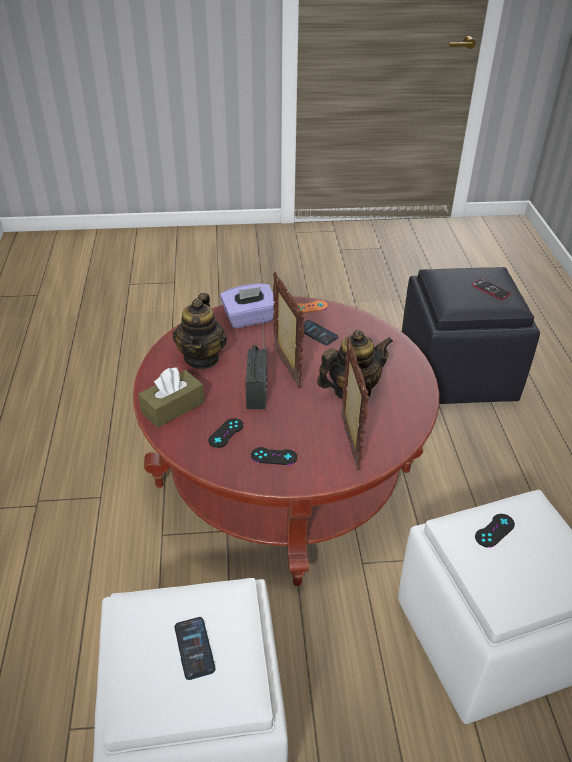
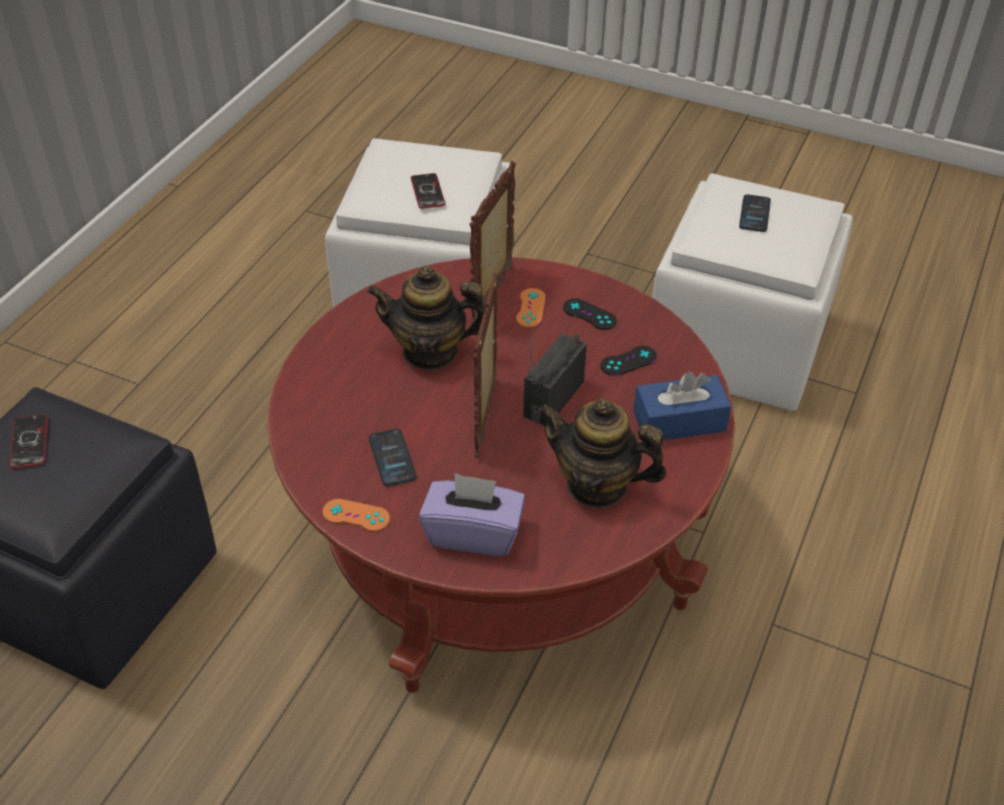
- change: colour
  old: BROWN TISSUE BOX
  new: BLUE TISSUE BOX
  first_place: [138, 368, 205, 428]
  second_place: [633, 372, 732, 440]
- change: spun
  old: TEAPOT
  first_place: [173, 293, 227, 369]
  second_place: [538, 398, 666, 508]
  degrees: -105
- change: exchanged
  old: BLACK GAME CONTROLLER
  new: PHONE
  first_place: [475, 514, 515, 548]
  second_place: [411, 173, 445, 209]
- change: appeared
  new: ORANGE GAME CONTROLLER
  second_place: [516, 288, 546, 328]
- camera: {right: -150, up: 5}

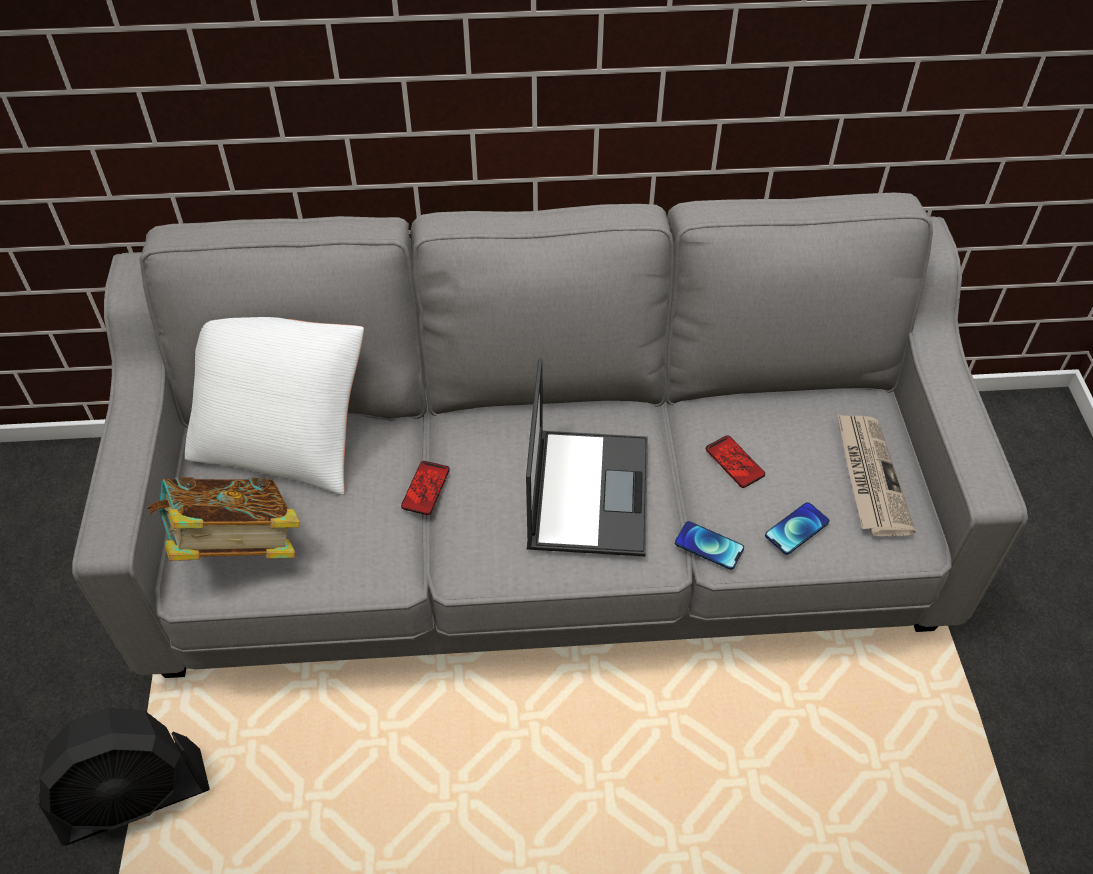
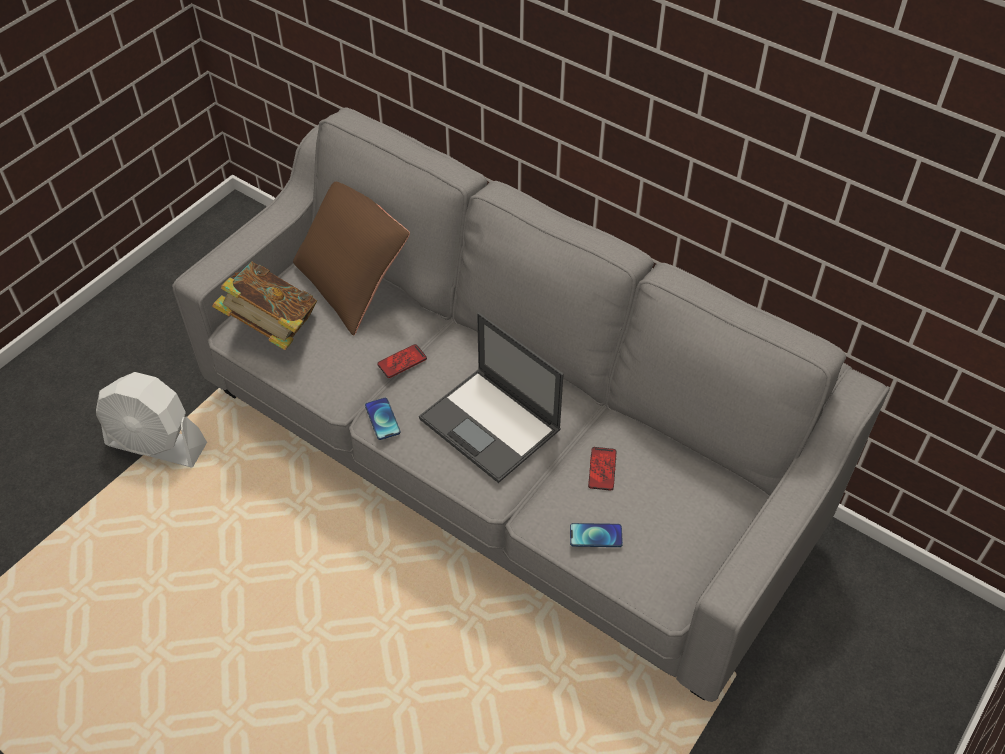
- change: colour
  old: BLACK FAN
  new: WHITE FAN
  first_place: [37, 708, 210, 845]
  second_place: [96, 372, 207, 468]
- change: colour
  old: WHITE PILLOW
  new: BROWN PILLOW
  first_place: [185, 317, 364, 495]
  second_place: [293, 182, 410, 336]
- change: spun
  old: LAPTOP
  first_place: [526, 357, 648, 556]
  second_place: [419, 312, 564, 483]
  degrees: 90
- change: relocated
  old: PHONE
  first_place: [675, 521, 744, 570]
  second_place: [365, 398, 401, 440]
- change: missing
  old: NEWSPAPER
  first_place: [837, 414, 916, 537]
- camera: {right: 40, up: 0}

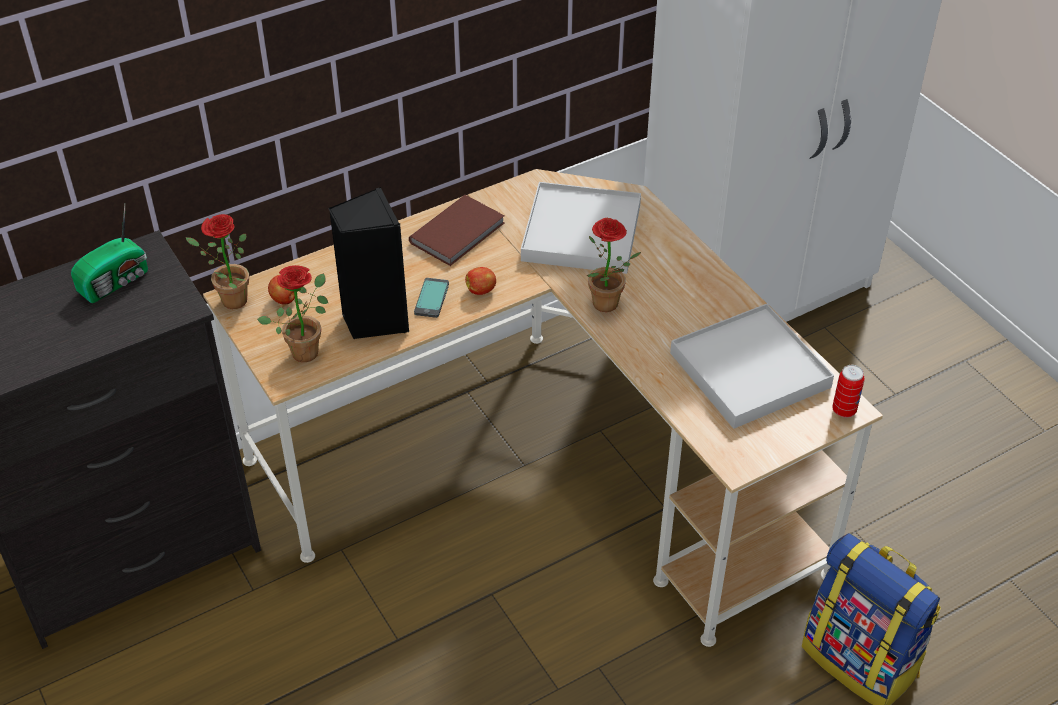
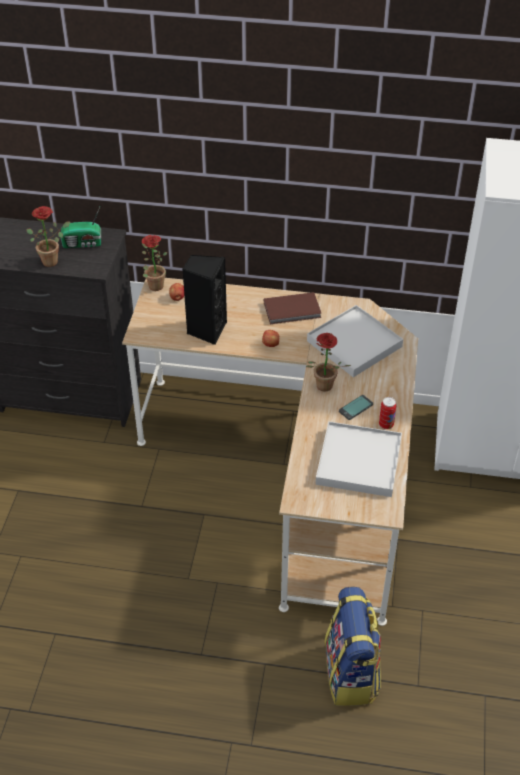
- change: relocated
  old: POTTED PLANT
  first_place: [257, 265, 328, 362]
  second_place: [27, 206, 70, 267]
- change: relocated
  old: PHONE
  first_place: [414, 278, 449, 318]
  second_place: [339, 395, 373, 420]
- change: relocated
  old: CAN
  first_place: [832, 365, 865, 418]
  second_place: [379, 397, 396, 429]
- camera: {right: 40, up: 0}

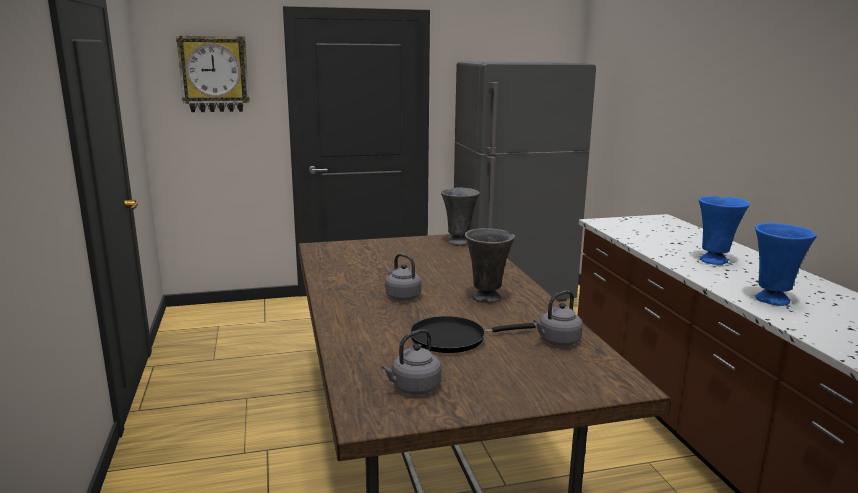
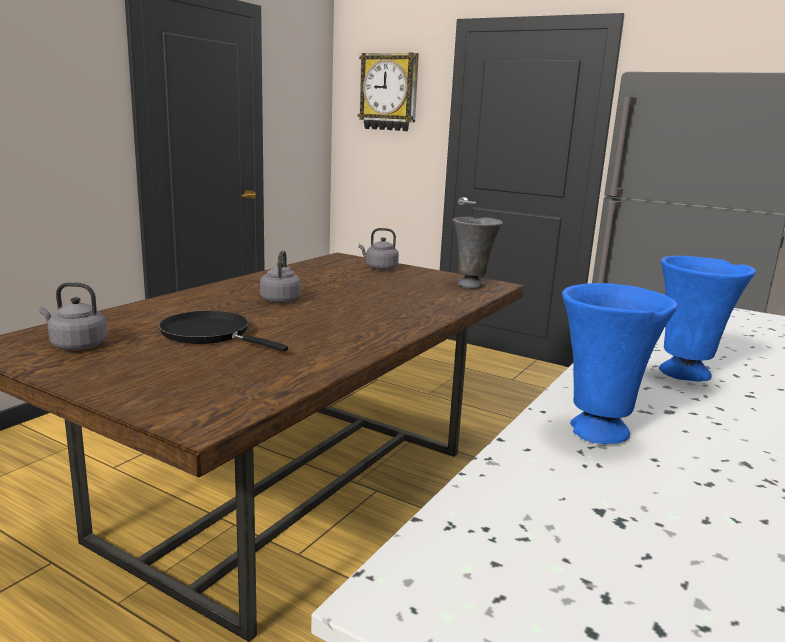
- change: missing
  old: GREY VASE
  first_place: [465, 228, 515, 303]
- change: relocated
  old: GREY KETTLE
  first_place: [533, 291, 583, 346]
  second_place: [359, 228, 399, 270]
- camera: {right: 45, up: 0}

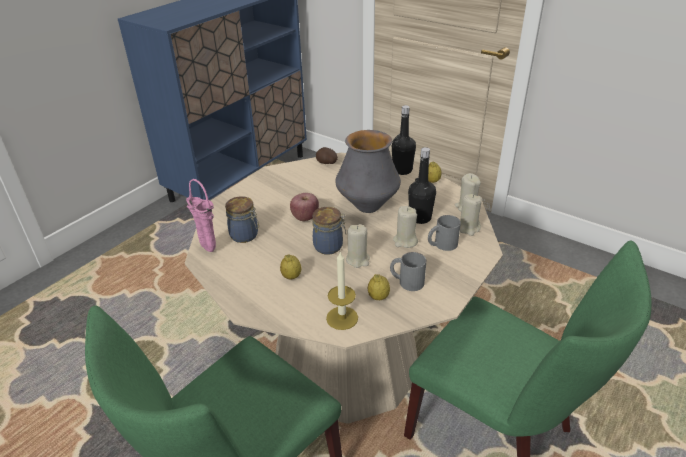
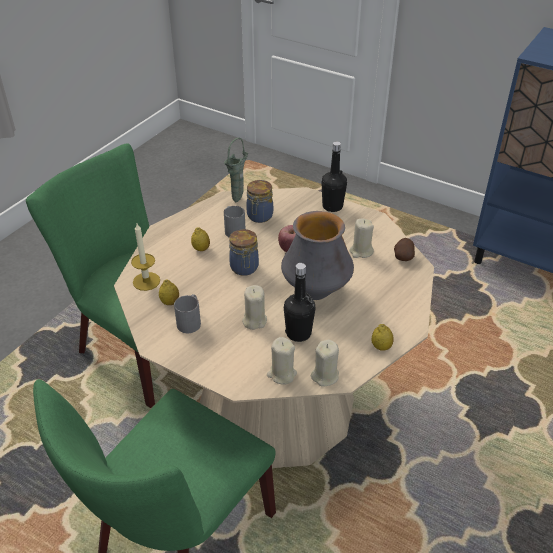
- change: colour
  old: PINK VASE
  new: GREEN VASE
  first_place: [186, 179, 216, 252]
  second_place: [224, 138, 248, 202]
- change: relocated
  old: BEIGE CANDLE
  first_place: [346, 224, 370, 268]
  second_place: [349, 218, 374, 258]
- change: relocated
  old: BLACK BOTTLE
  first_place: [392, 105, 416, 175]
  second_place: [321, 141, 347, 212]
- change: relocated
  old: GREY MUG
  first_place: [428, 215, 461, 251]
  second_place: [224, 206, 245, 238]
- camera: {right: 85, up: 5}

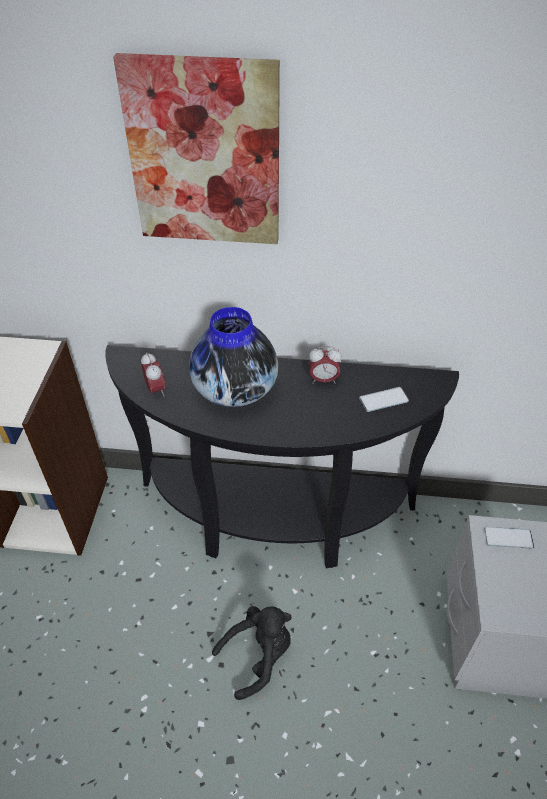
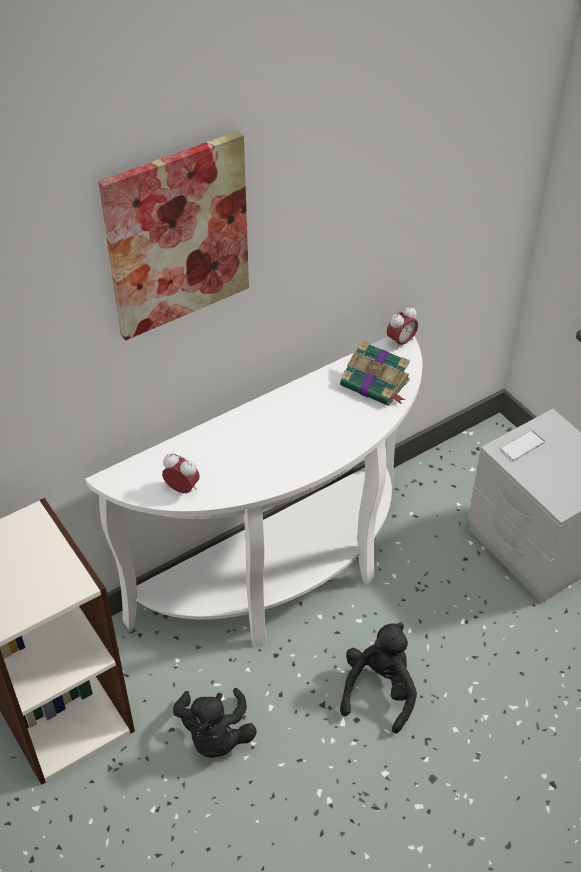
- change: colour
  old: BLACK CONSOLE TABLE
  new: WHITE CONSOLE TABLE
  first_place: [105, 345, 459, 568]
  second_place: [85, 336, 422, 646]
- change: missing
  old: VASE
  first_place: [189, 307, 278, 407]
- change: relocated
  old: ALARM CLOCK
  first_place: [309, 346, 342, 384]
  second_place: [387, 306, 418, 350]
- change: exchanged
  old: PHONE
  new: BOOK
  first_place: [359, 387, 409, 412]
  second_place: [340, 340, 410, 406]
- change: appeared
  new: BLACK PLUSH TOY
  second_place: [173, 688, 257, 758]
- camera: {right: -40, up: 0}

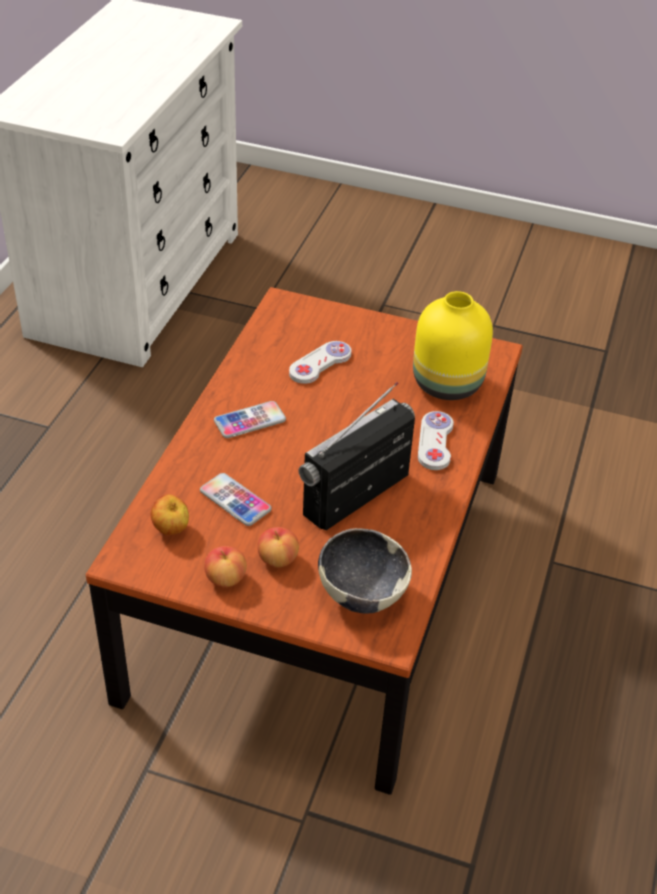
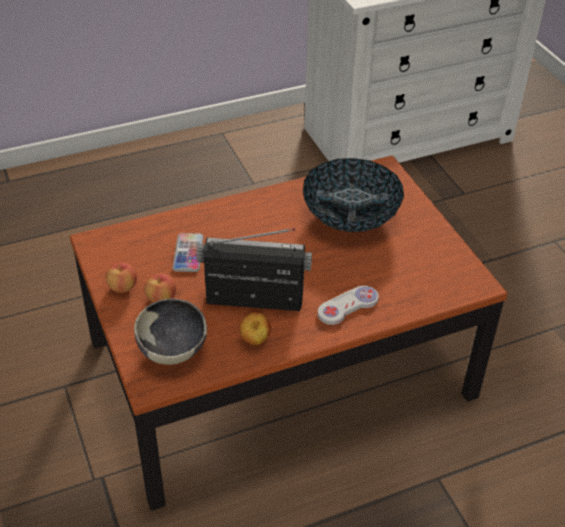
- change: relocated
  old: APPLE
  first_place: [150, 494, 189, 535]
  second_place: [239, 312, 271, 345]
- change: missing
  old: PHONE
  first_place: [214, 401, 286, 438]
- change: exchanged
  old: WHITE GAME CONTROLLER
  new: BOWL
  first_place: [289, 341, 352, 384]
  second_place: [303, 158, 404, 232]
- change: missing
  old: YELLOW VASE
  first_place: [413, 291, 493, 400]
- camera: {right: 50, up: 0}

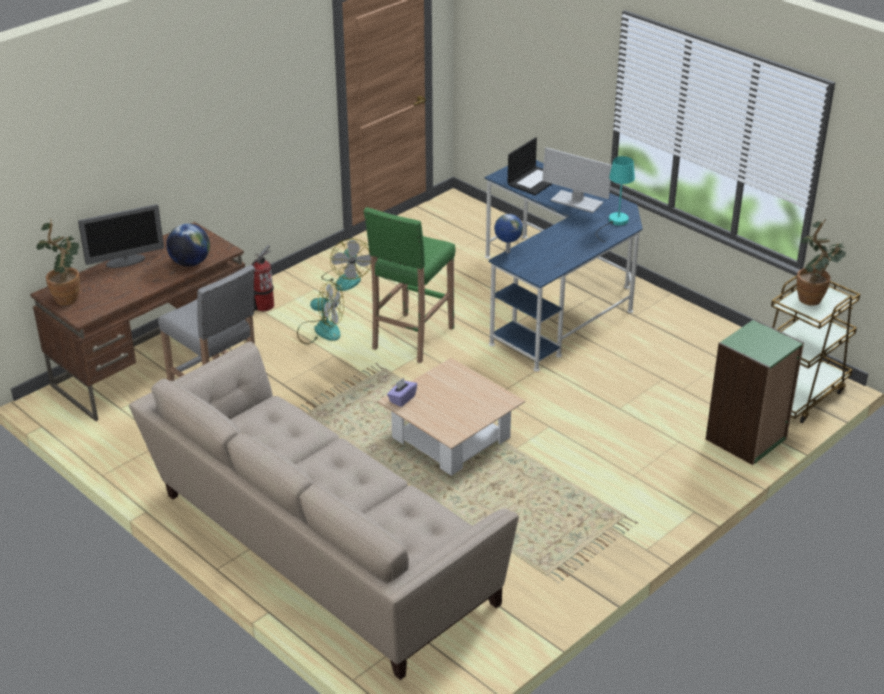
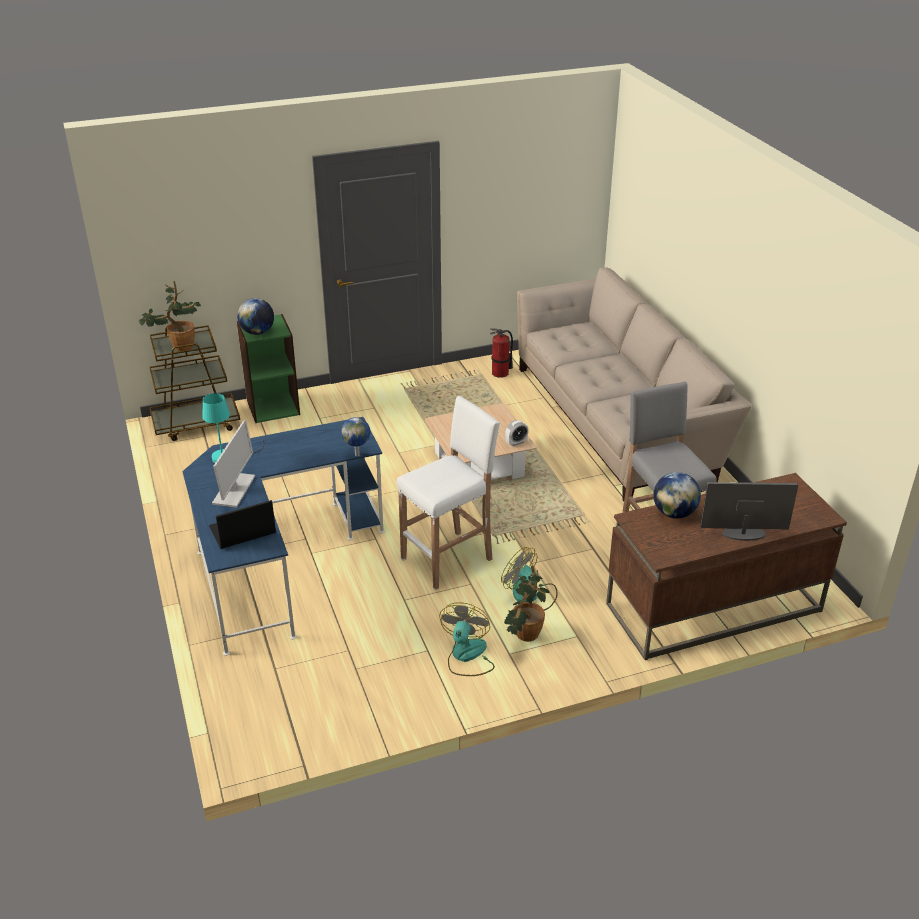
- change: relocated
  old: POTTED PLANT
  first_place: [37, 219, 80, 305]
  second_place: [504, 565, 549, 642]
- change: relocated
  old: FIRE EXTINGUISHER
  first_place: [251, 245, 274, 312]
  second_place: [490, 328, 513, 378]
- change: colour
  old: GREEN STOOL
  new: WHITE STOOL
  first_place: [364, 207, 456, 363]
  second_place: [396, 396, 500, 590]
- change: exchanged
  old: PURPLE TISSUE BOX
  new: ALARM CLOCK
  first_place: [387, 378, 417, 407]
  second_place: [505, 420, 529, 446]
- change: spun
  old: MONITOR
  first_place: [542, 147, 612, 213]
  second_place: [212, 420, 255, 508]
  degrees: 45
- change: appeared
  new: GLOBE
  second_place: [237, 298, 274, 335]
- camera: {right: -155, up: 0}

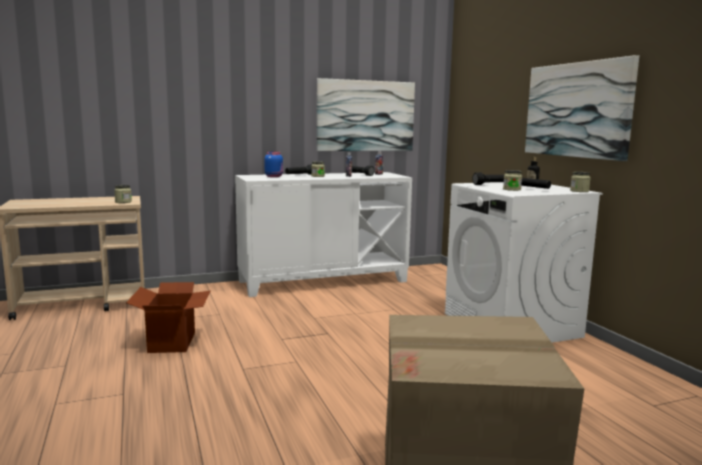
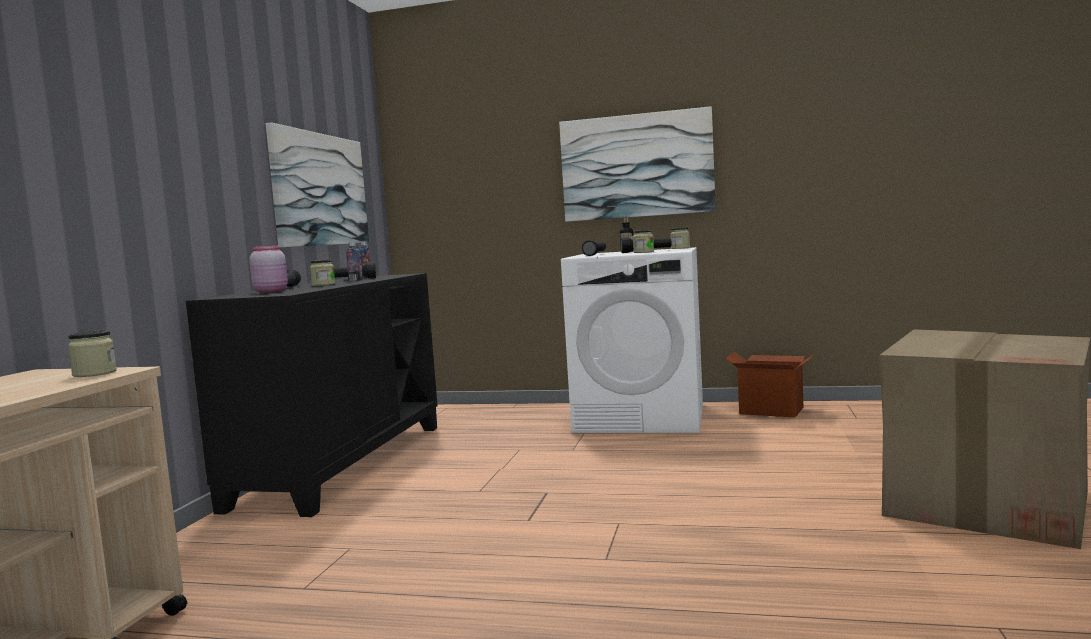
- change: relocated
  old: CARDBOARD BOX
  first_place: [126, 282, 210, 353]
  second_place: [725, 352, 814, 418]
- change: colour
  old: WHITE CABINET
  new: BLACK CABINET
  first_place: [235, 172, 412, 297]
  second_place: [186, 273, 438, 517]
- change: colour
  old: BLUE JAR
  new: PINK JAR
  first_place: [264, 152, 283, 177]
  second_place: [249, 246, 288, 293]
- camera: {right: -55, up: -5}

